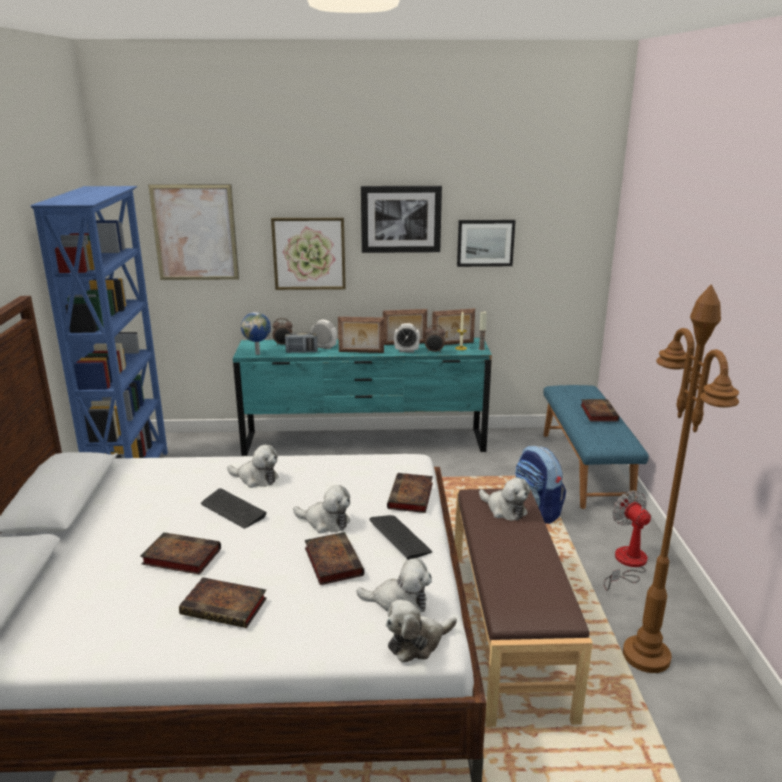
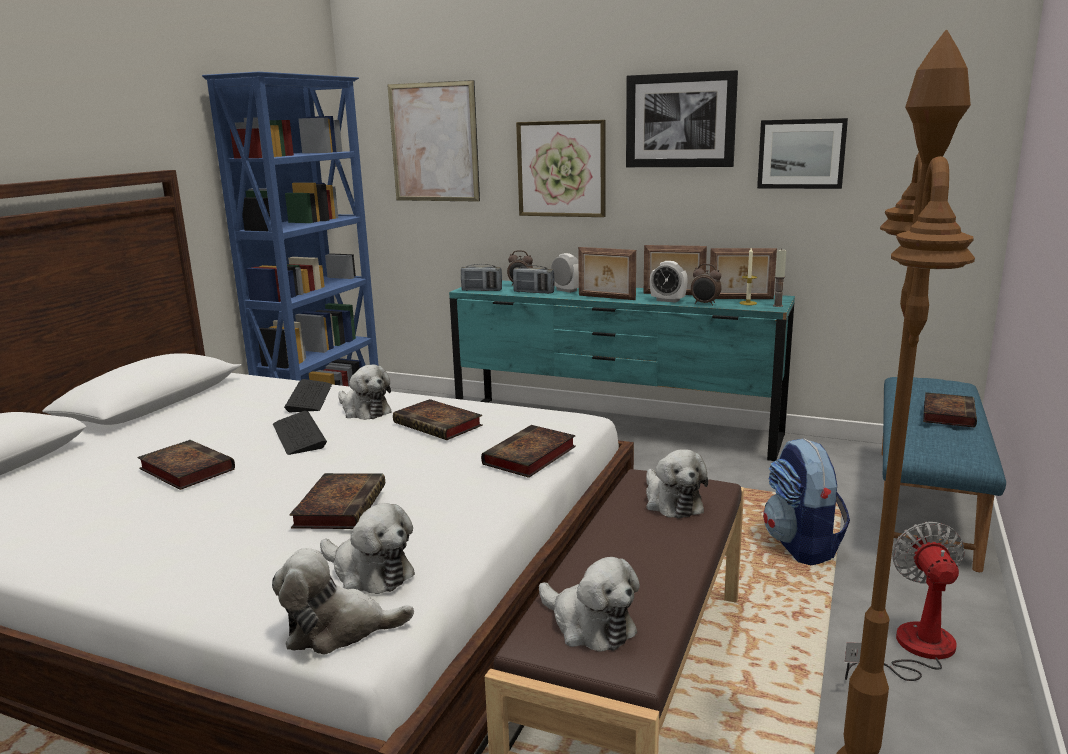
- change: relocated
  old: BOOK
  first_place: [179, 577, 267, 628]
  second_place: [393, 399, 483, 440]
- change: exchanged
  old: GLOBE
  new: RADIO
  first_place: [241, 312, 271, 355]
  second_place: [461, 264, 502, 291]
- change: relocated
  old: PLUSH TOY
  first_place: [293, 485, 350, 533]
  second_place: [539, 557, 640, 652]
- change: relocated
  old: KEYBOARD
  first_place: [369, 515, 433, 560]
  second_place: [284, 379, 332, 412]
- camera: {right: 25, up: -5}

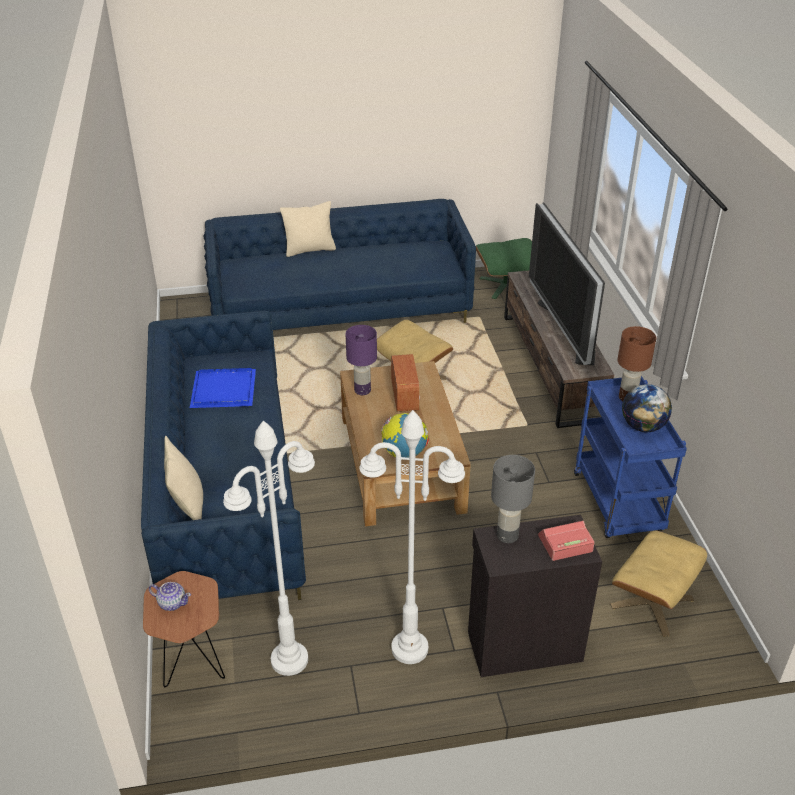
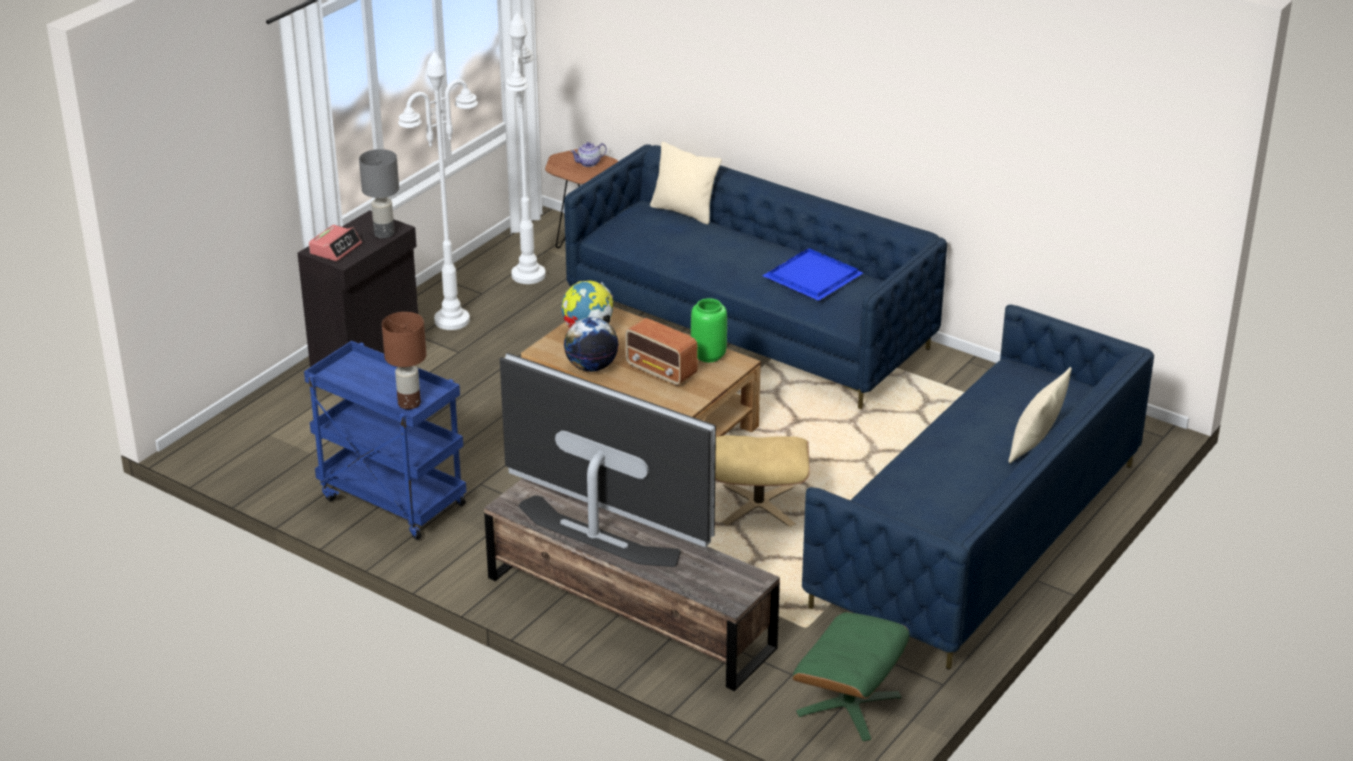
- change: exchanged
  old: PURPLE TABLE LAMP
  new: GREEN VASE
  first_place: [346, 325, 377, 395]
  second_place: [691, 298, 727, 362]
- change: missing
  old: BEIGE OTTOMAN
  first_place: [610, 531, 707, 637]
- change: relocated
  old: GLOBE
  first_place: [622, 384, 672, 432]
  second_place: [564, 317, 619, 372]
- camera: {right: 135, up: -5}

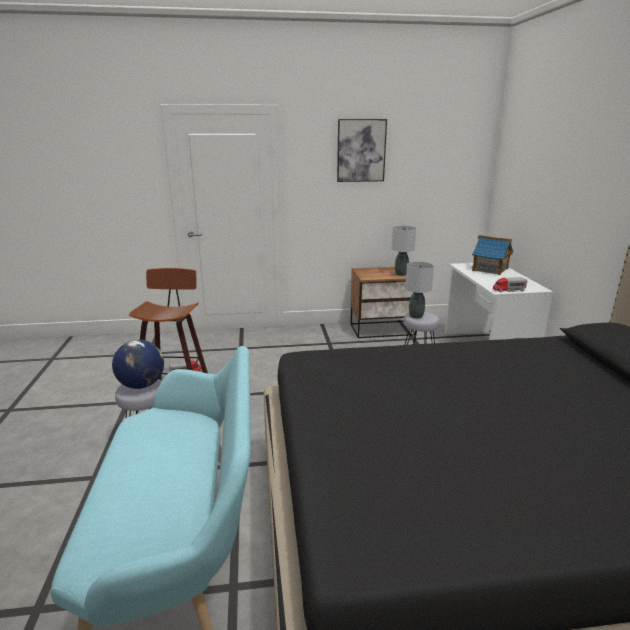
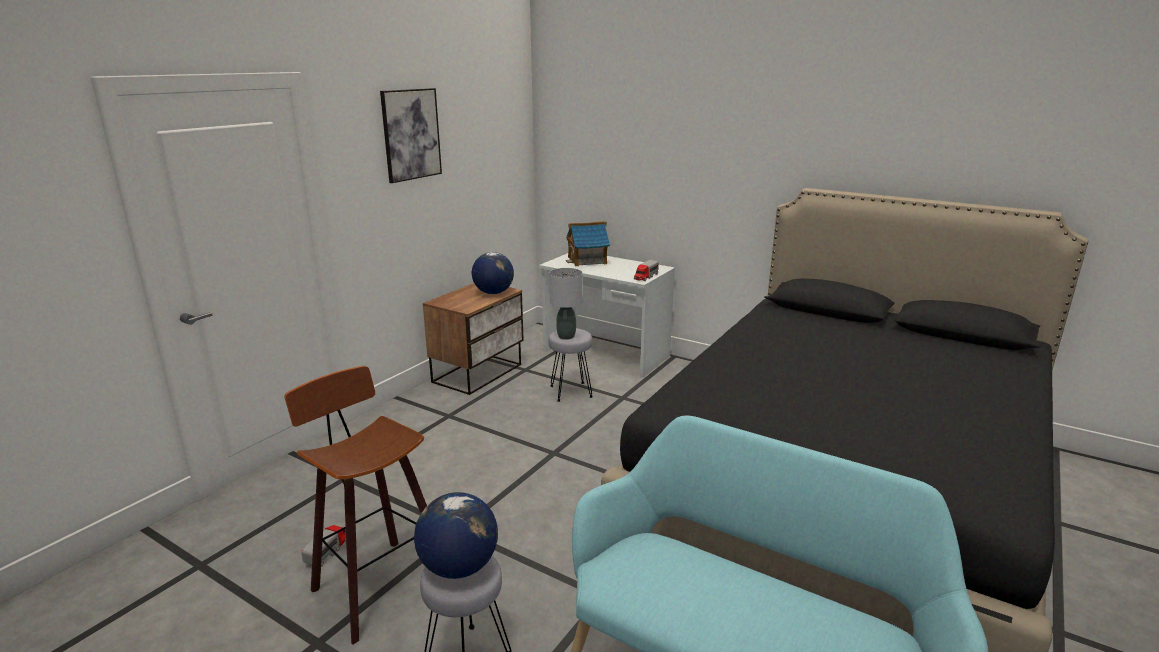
- change: exchanged
  old: GREY TABLE LAMP
  new: GLOBE
  first_place: [392, 226, 416, 276]
  second_place: [472, 252, 514, 294]
- camera: {right: -50, up: 0}

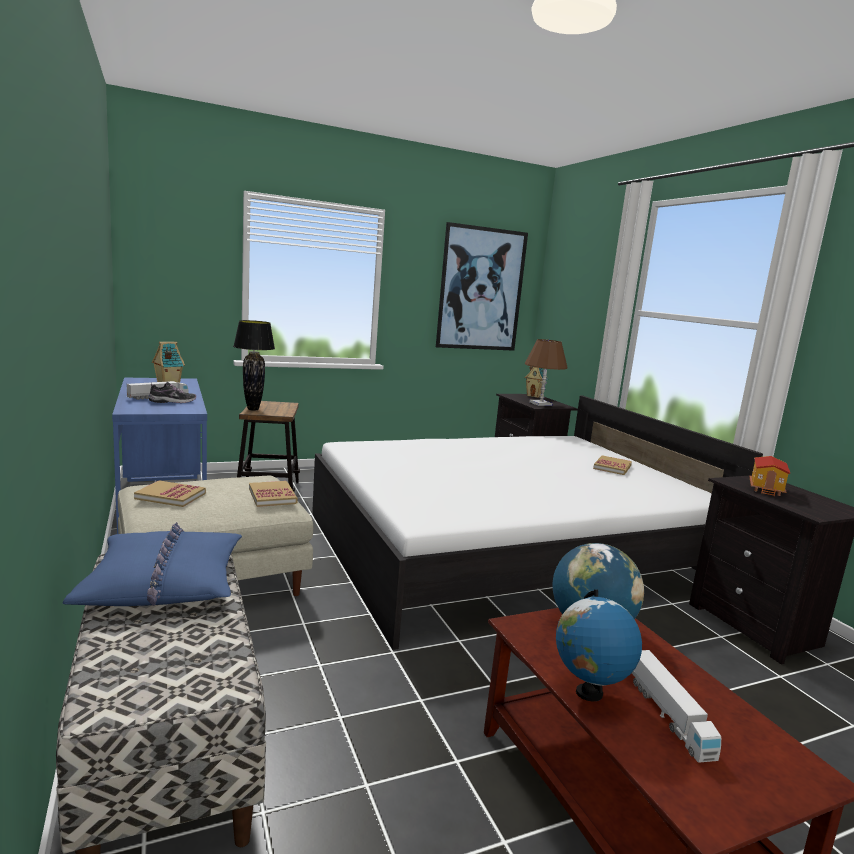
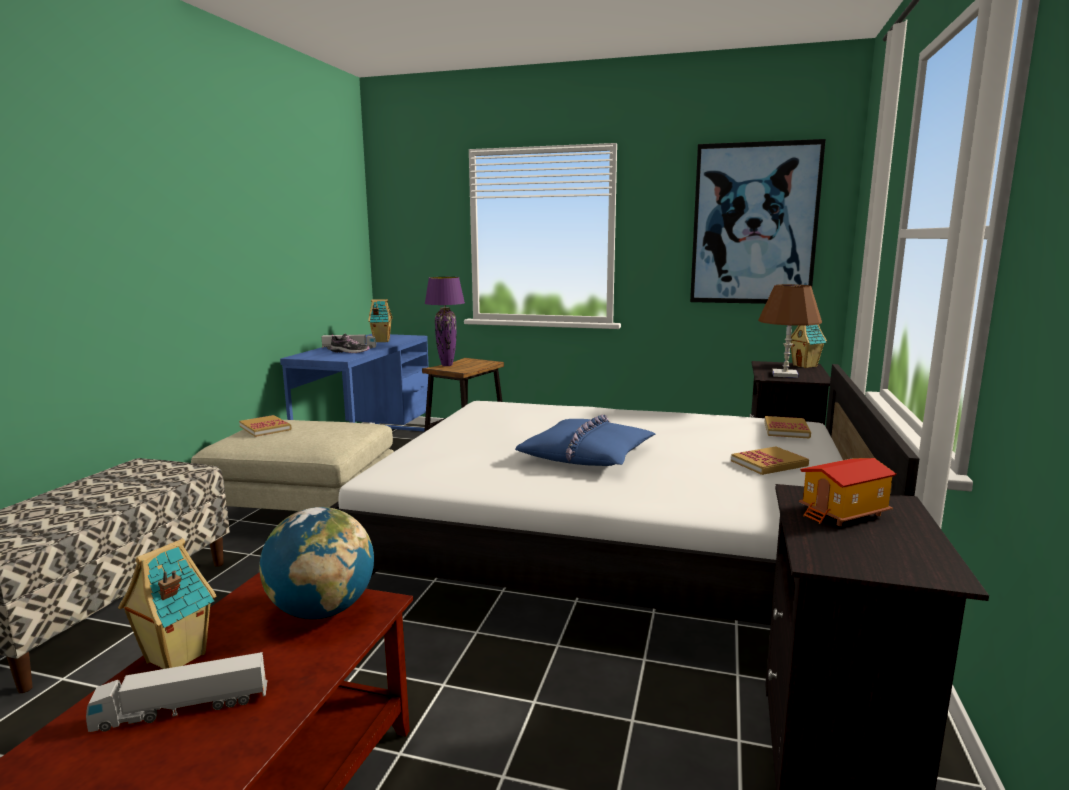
- change: relocated
  old: BLUE PILLOW
  first_place: [62, 522, 242, 606]
  second_place: [515, 414, 655, 466]
- change: colour
  old: BLACK TABLE LAMP
  new: PURPLE TABLE LAMP
  first_place: [233, 320, 275, 411]
  second_place: [425, 277, 465, 366]
- change: relocated
  old: BOOK
  first_place: [249, 481, 298, 507]
  second_place: [765, 416, 811, 439]
- change: exchanged
  old: GLOBE
  new: TOY HOUSE
  first_place: [556, 589, 642, 701]
  second_place: [118, 538, 216, 669]
- change: spun
  old: TOY TRUCK
  first_place: [632, 650, 721, 763]
  second_place: [86, 652, 268, 732]
  degrees: 45
- camera: {right: 40, up: 0}

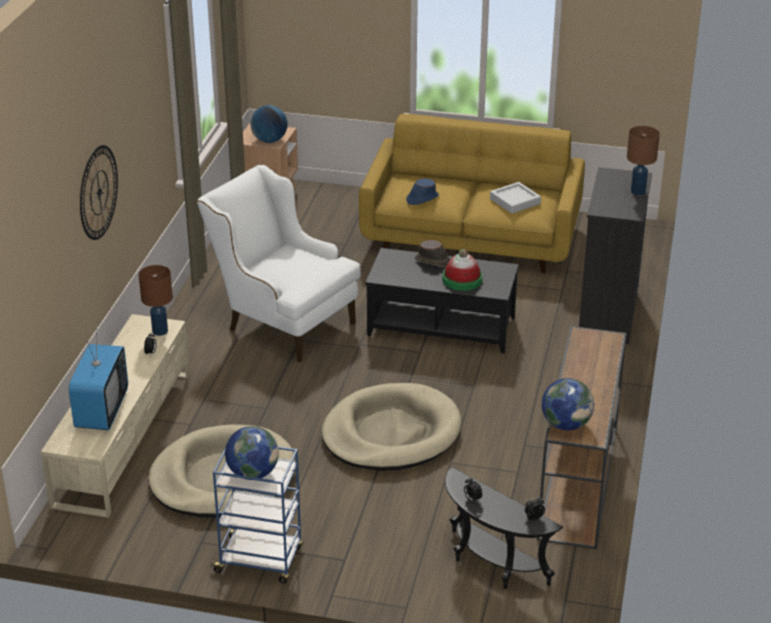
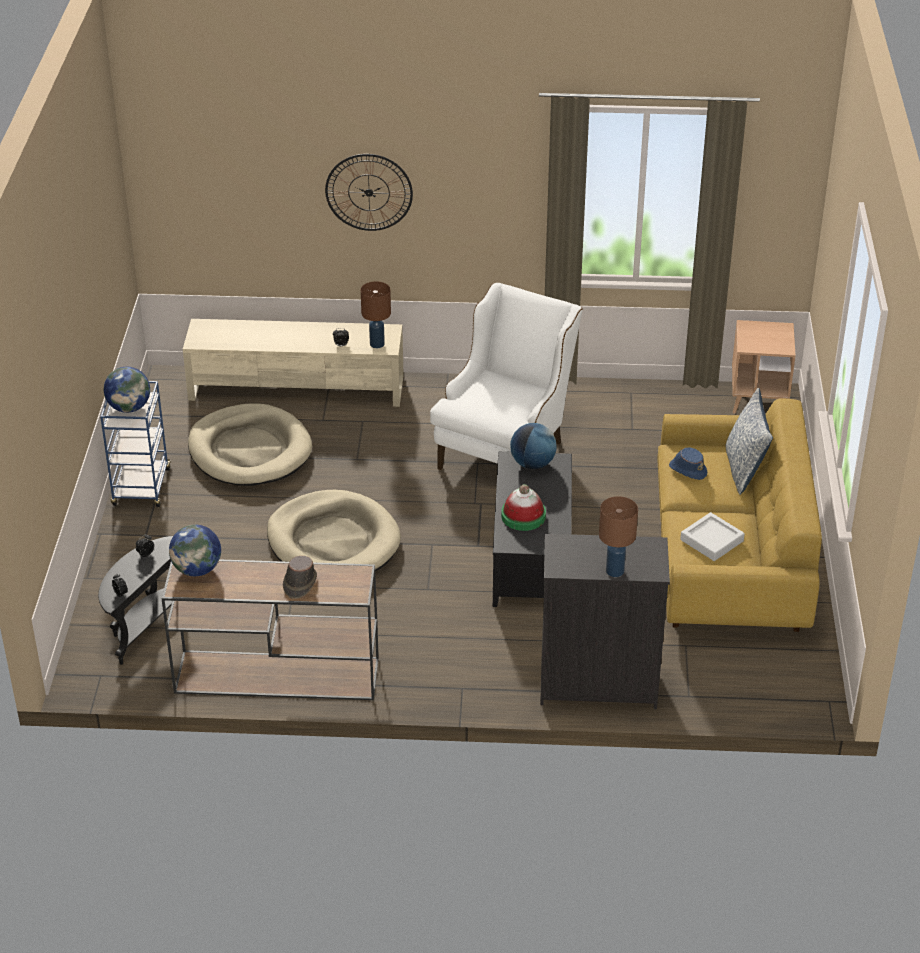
- change: missing
  old: TELEVISION
  first_place: [69, 322, 128, 430]
- change: relocated
  old: GLOBE
  first_place: [250, 105, 288, 143]
  second_place: [510, 423, 557, 469]
- change: relocated
  old: BROWN HAT
  first_place: [415, 240, 450, 267]
  second_place: [283, 556, 317, 599]
- change: appeared
  new: PILLOW
  second_place: [725, 388, 773, 495]
- camera: {right: 80, up: 5}

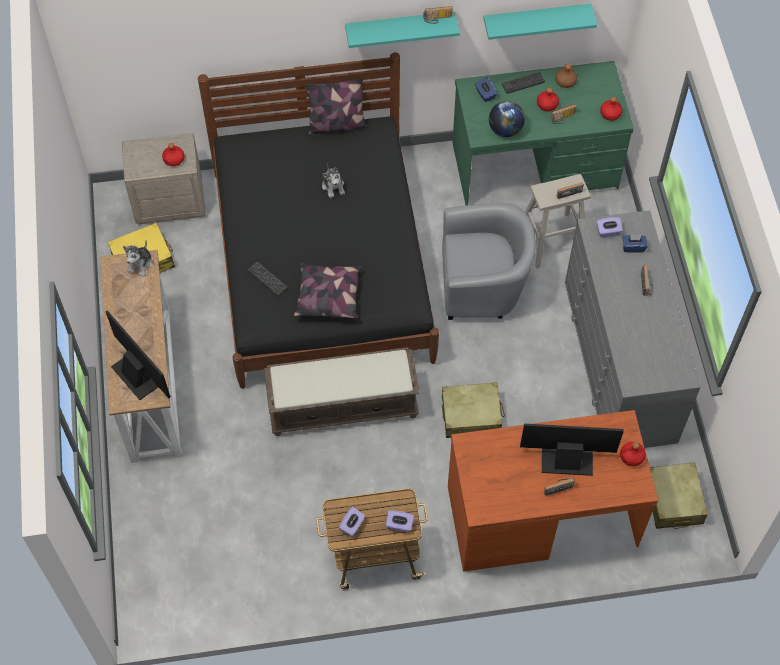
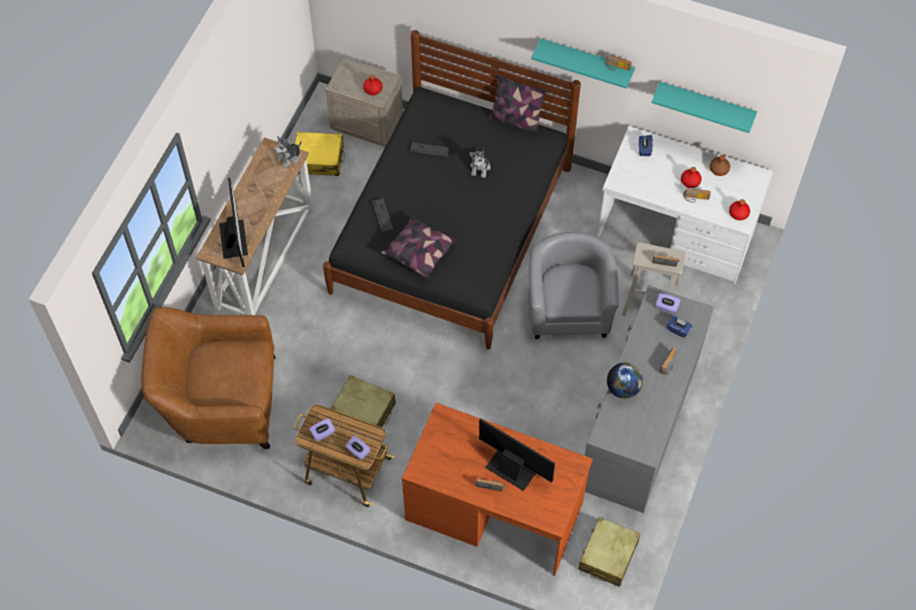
- change: missing
  old: BROWN BENCH
  first_place: [264, 347, 420, 436]
- change: spun
  old: GREY ARMCHAIR
  first_place: [442, 203, 536, 320]
  second_place: [528, 232, 619, 339]
  degrees: -120
- change: relocated
  old: BEIGE SUITCASE
  first_place: [442, 382, 505, 438]
  second_place: [331, 375, 396, 432]
- change: colour
  old: GREEN DESK
  new: WHITE DESK
  first_place: [453, 61, 634, 205]
  second_place: [597, 126, 773, 284]
- change: relocated
  old: GLOBE
  first_place: [489, 101, 525, 137]
  second_place: [607, 362, 643, 399]
- change: relocated
  old: KEYBOARD
  first_place: [502, 72, 545, 94]
  second_place: [410, 142, 449, 158]
- change: missing
  old: RED BOTTLE
  first_place: [620, 442, 646, 466]
- change: appeared
  new: BROWN ARMCHAIR
  second_place: [141, 307, 275, 449]
- camera: {right: 30, up: 0}

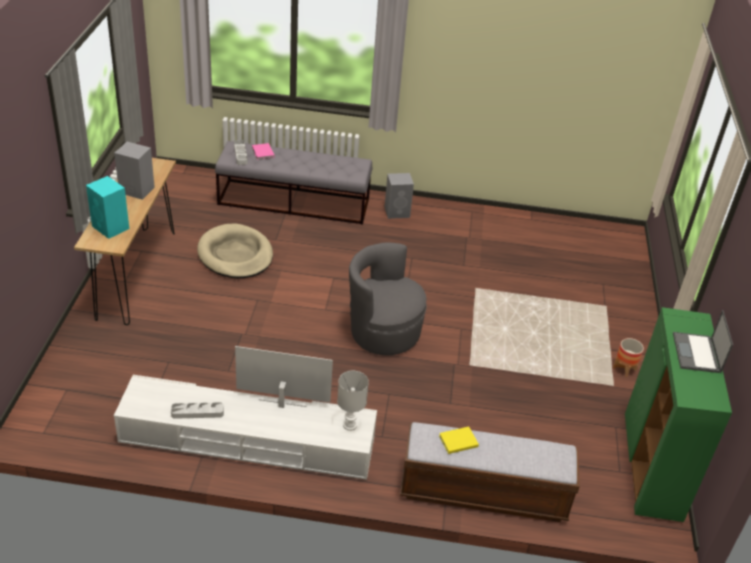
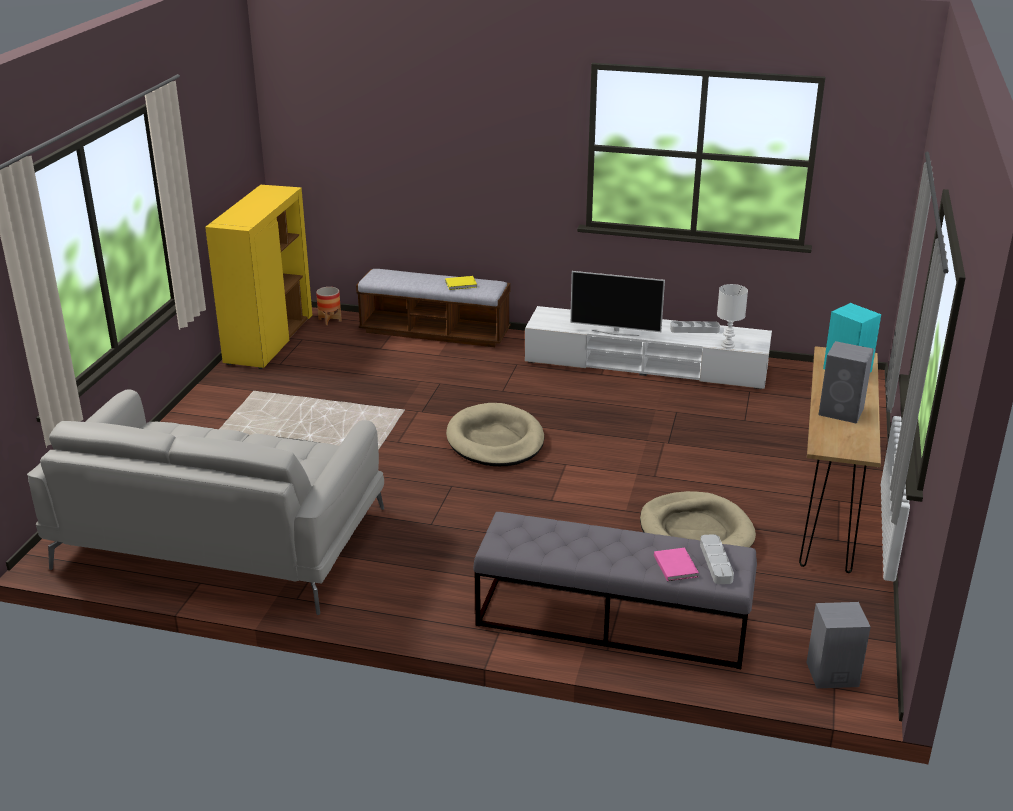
- change: relocated
  old: WHITE TABLE LAMP
  first_place: [337, 371, 369, 431]
  second_place: [717, 284, 748, 349]
- change: exchanged
  old: GREY ARMCHAIR
  new: BEIGE DOG BED
  first_place: [349, 242, 427, 355]
  second_place: [446, 403, 544, 466]
- change: relocated
  old: GREY SPEAKER
  first_place: [384, 173, 414, 219]
  second_place: [806, 602, 871, 688]
- change: relocated
  old: PLANTER
  first_place: [613, 338, 644, 377]
  second_place: [316, 287, 342, 325]
- change: colour
  old: GREEN CABINET
  new: YELLOW CABINET
  first_place: [625, 307, 732, 522]
  second_place: [205, 185, 312, 369]
- change: missing
  old: LAPTOP
  first_place: [673, 310, 733, 373]
- change: appeared
  new: GREY SOFA
  second_place: [27, 389, 384, 615]
- camera: {right: -170, up: -10}

